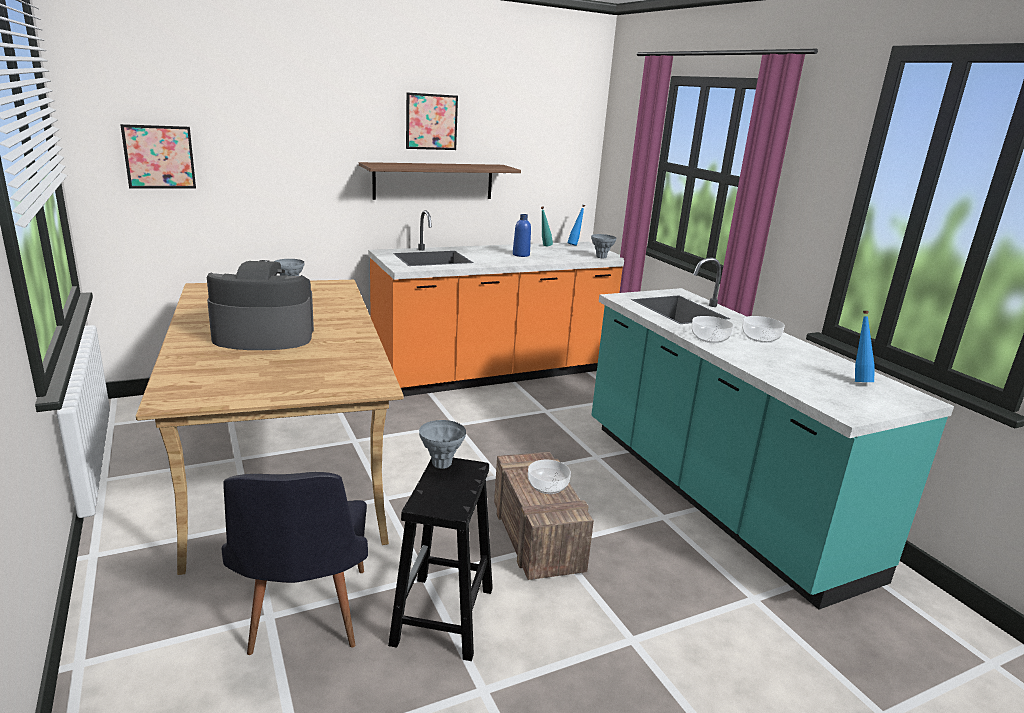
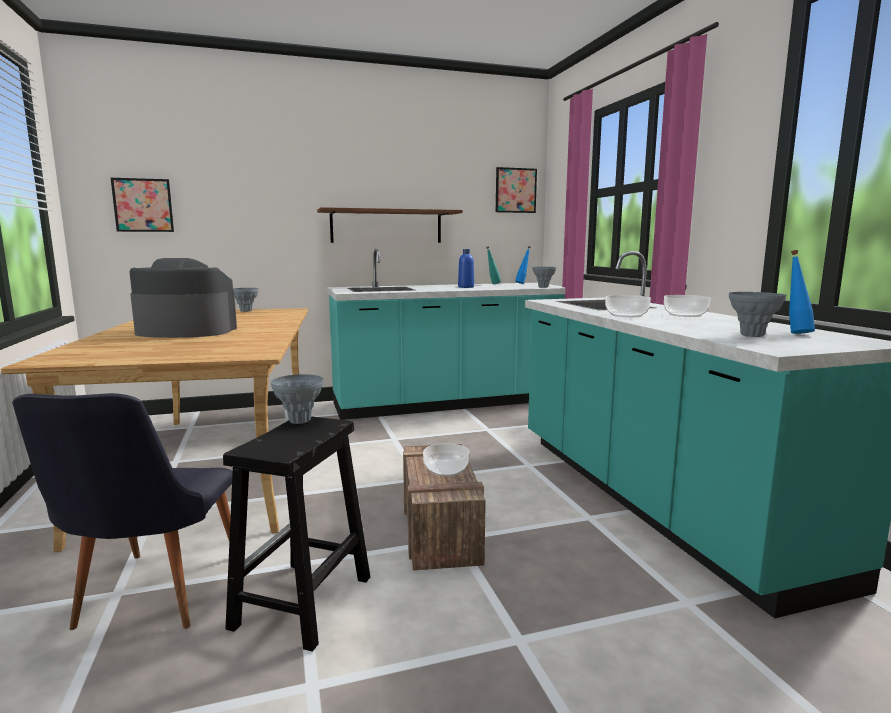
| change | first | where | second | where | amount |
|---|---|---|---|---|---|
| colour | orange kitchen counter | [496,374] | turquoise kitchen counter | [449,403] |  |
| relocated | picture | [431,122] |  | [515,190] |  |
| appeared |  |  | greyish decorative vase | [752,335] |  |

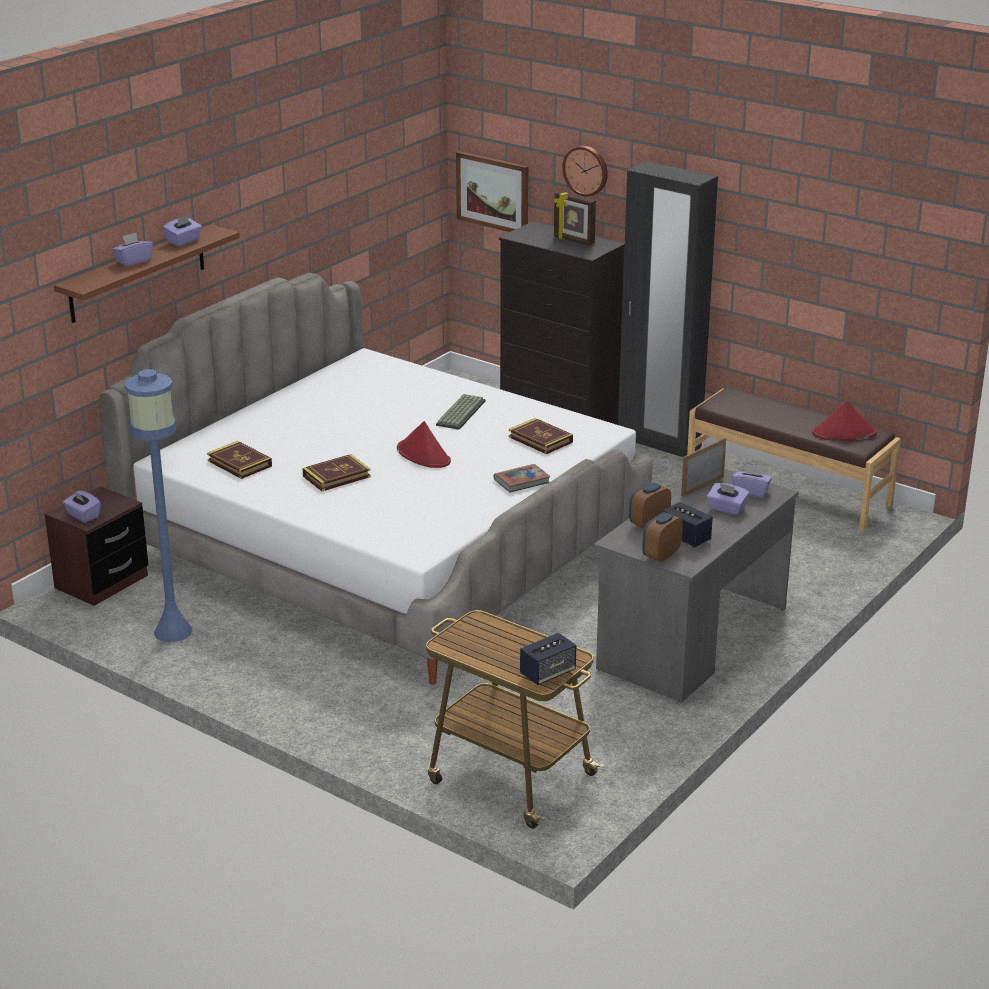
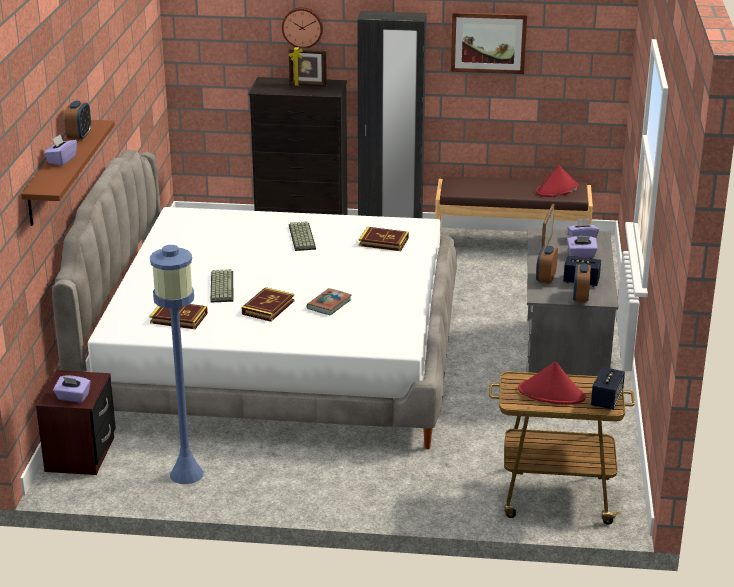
| change | first | where | second | where | amount |
|---|---|---|---|---|---|
| exchanged | purple-coloured tissue holder | [183,241] | table clock | [79,136] |  |
| relocated | reddish hat | [424,455] |  | [551,394] |  |
| relocated | picture | [493,192] |  | [488,42] |  |
| relocated | bound book | [521,481] |  | [329,304] |  |
| appeared |  |  | keyboard | [221,286] |  |

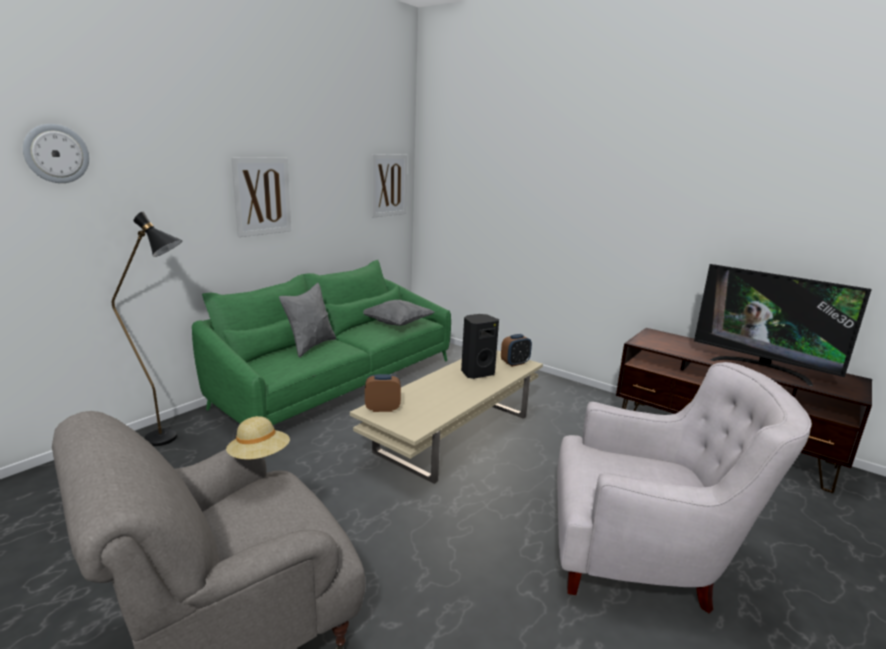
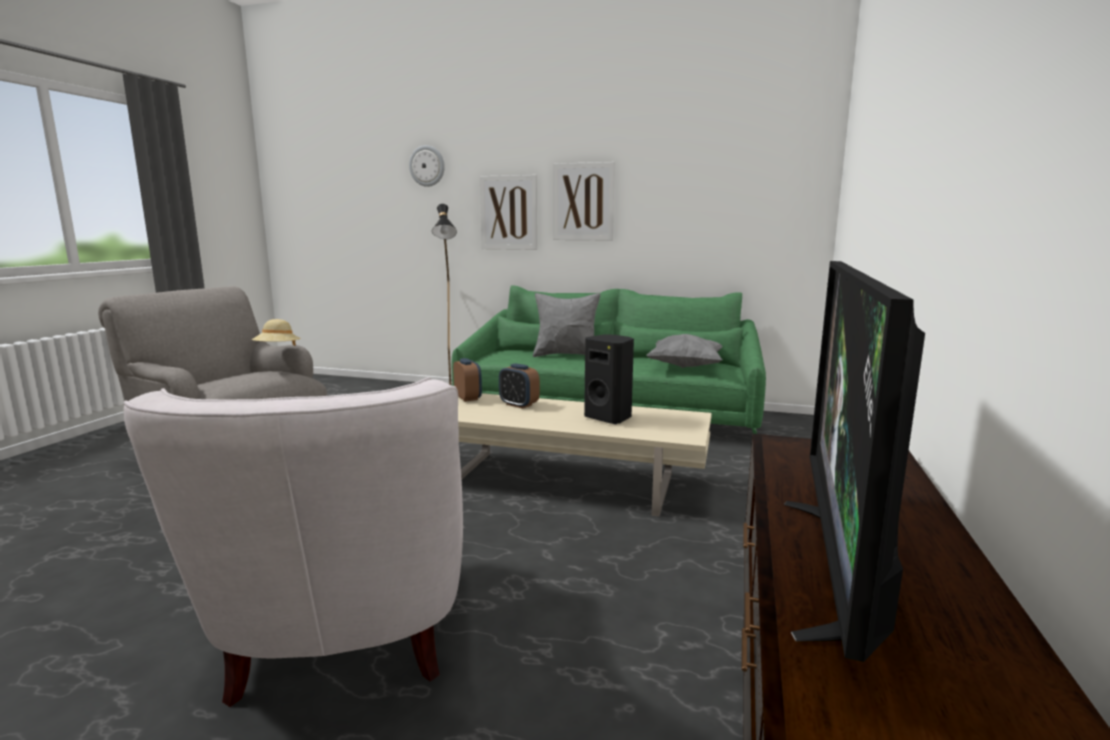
| change | first | where | second | where | amount |
|---|---|---|---|---|---|
| relocated | picture | [388,185] |  | [508,213] |  |
| relocated | table clock | [515,363] |  | [519,405] |  |

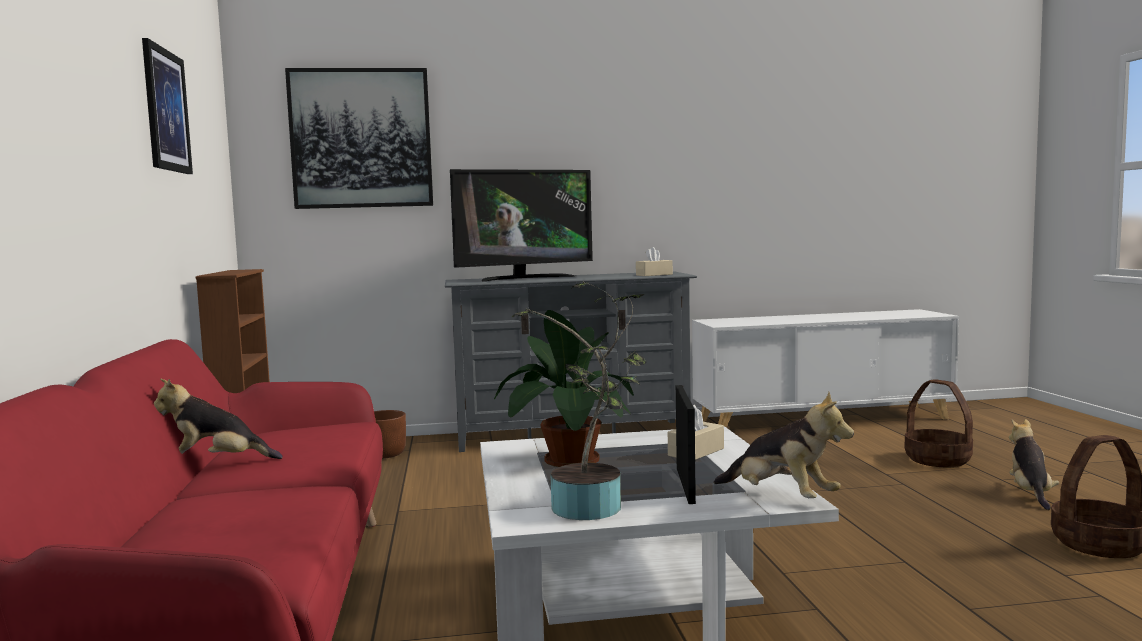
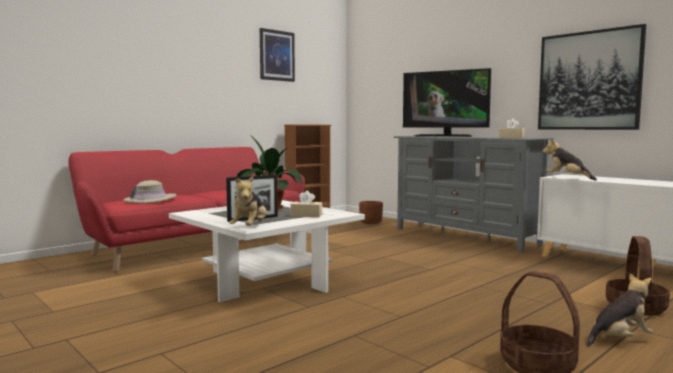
| change | first | where | second | where | amount |
|---|---|---|---|---|---|
| relocated | plush toy | [216,463] |  | [567,178] |  |
| relocated | picture | [361,138] |  | [588,81] |  |
| missing | houseplant | [592,509] |  |  |  |
| appeared |  |  | sand-coloured hat | [150,200] |  |

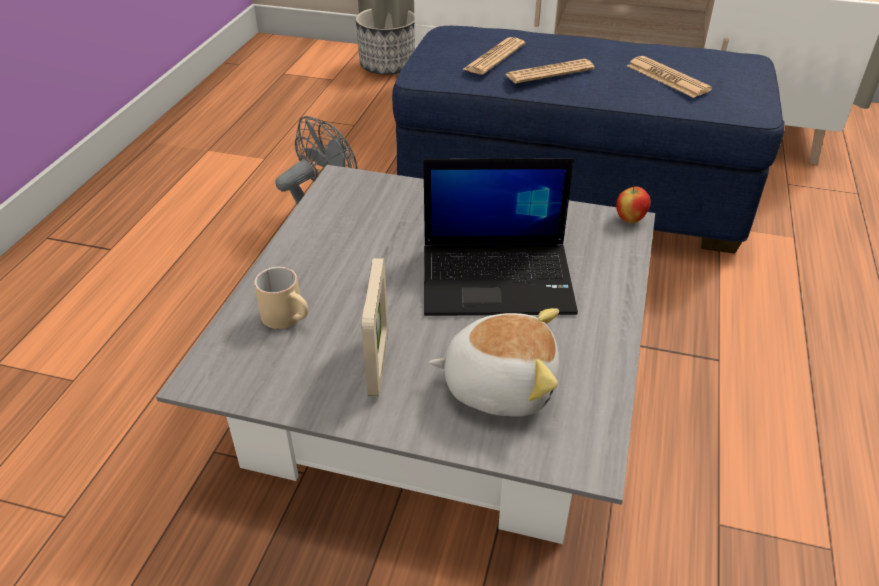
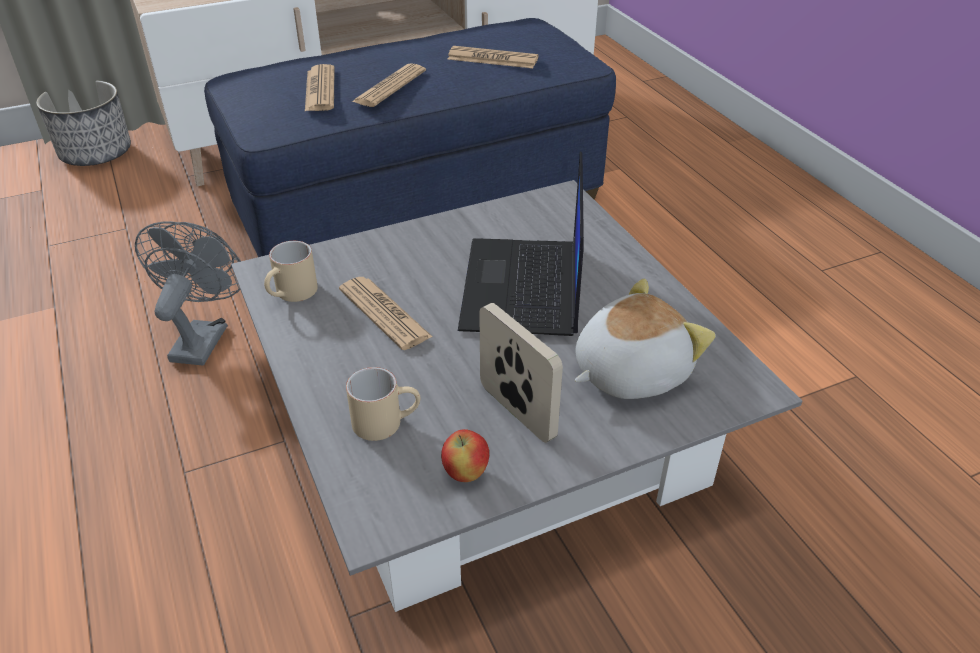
| change | first | where | second | where | amount |
|---|---|---|---|---|---|
| spun | notebook computer | [499,278] |  | [524,289] | 135 degrees clockwise |
| relocated | whole apple | [630,219] |  | [465,473] |  |
| appeared |  |  | sand-coloured mug | [292,294] |  |
| appeared |  |  | printed paper | [384,313] |  |

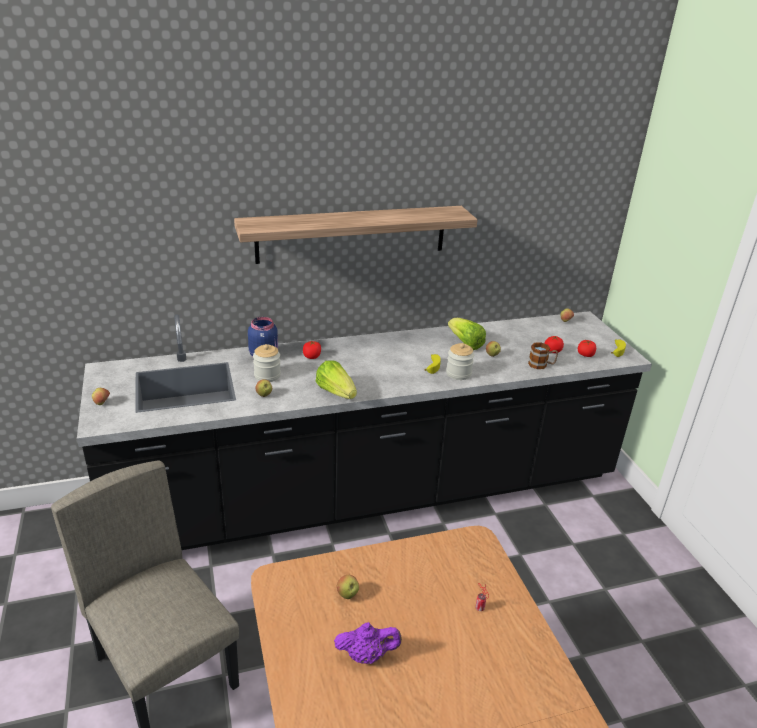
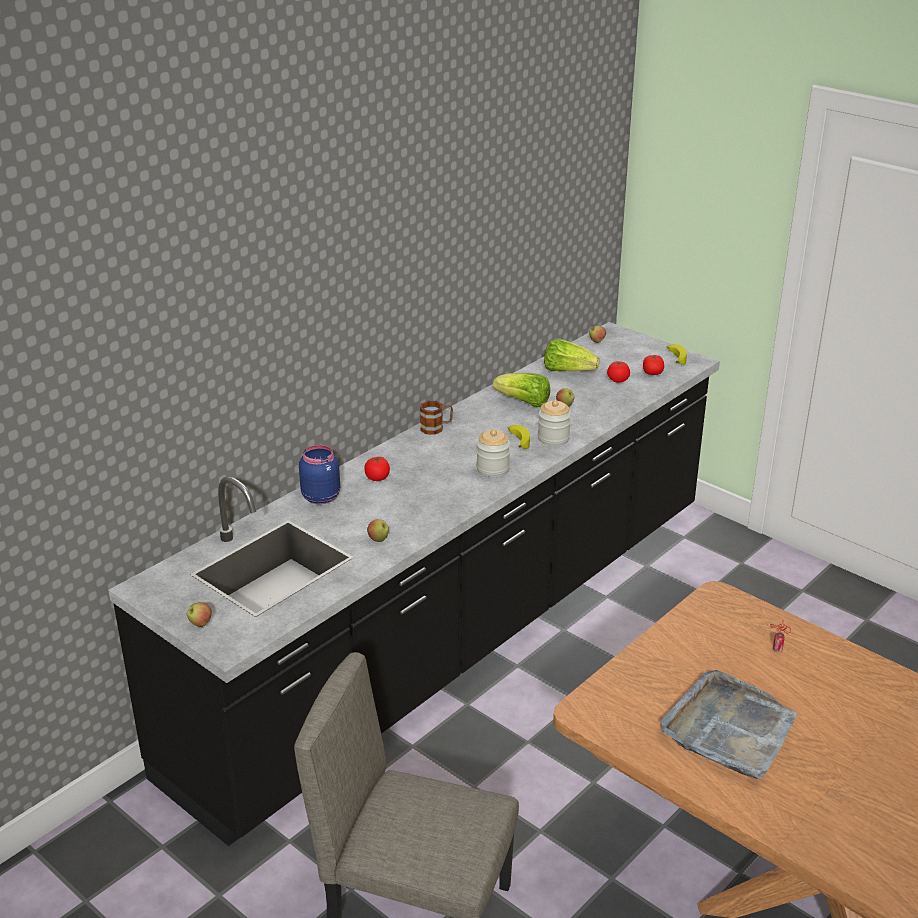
| change | first | where | second | where | amount |
|---|---|---|---|---|---|
| missing | bracket shelf | [352,234] |  |  |  |
| relocated | storage jar | [267,375] |  | [493,469] |  |
| relocated | head of lettuce | [336,392] |  | [567,371] |  |
| exchanged | purple-coloured teapot | [367,655] | greyish tray | [729,729] |  |
| missing | whole apple | [347,594] |  |  |  |
| relocated | mug | [541,365] |  | [436,428] |  |

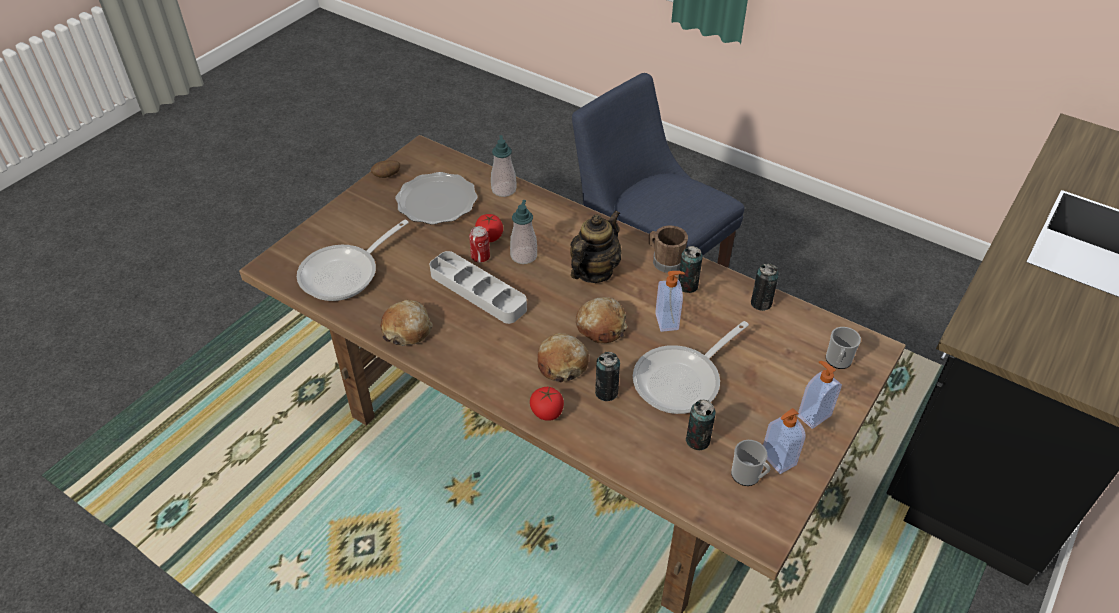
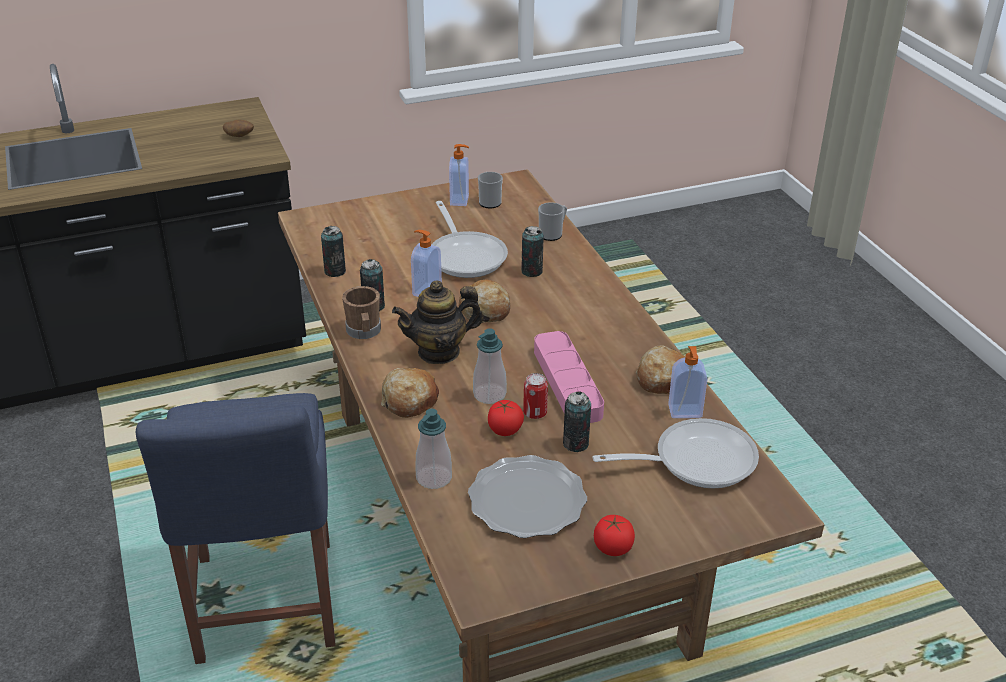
| change | first | where | second | where | amount |
|---|---|---|---|---|---|
| relocated | spud | [387,176] |  | [239,136] |  |
| colour | greyish tray | [478,291] | pink-coloured tray | [567,383] |  |
| relocated | fresh tomato | [547,412] |  | [613,547] |  |
| relocated | bread | [562,364] |  | [409,400] |  |
| spun | skillet | [682,380] |  | [466,255] | 75 degrees clockwise |
| relocated | sealed can | [697,440] |  | [575,444] |  |
| relocated | soap dispenser | [813,415] |  | [685,412] |  |
| relocated | mug | [838,361] |  | [552,234] |  |

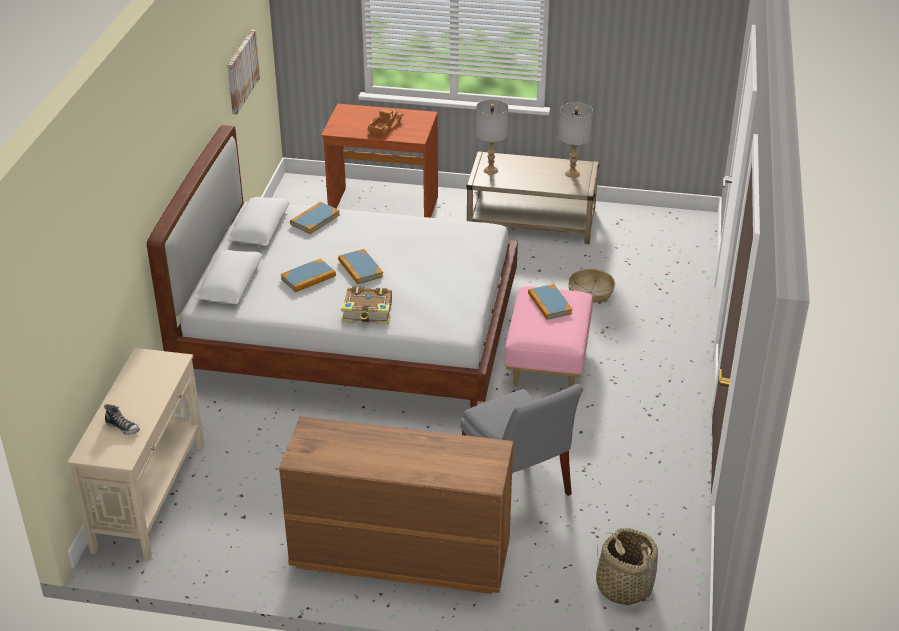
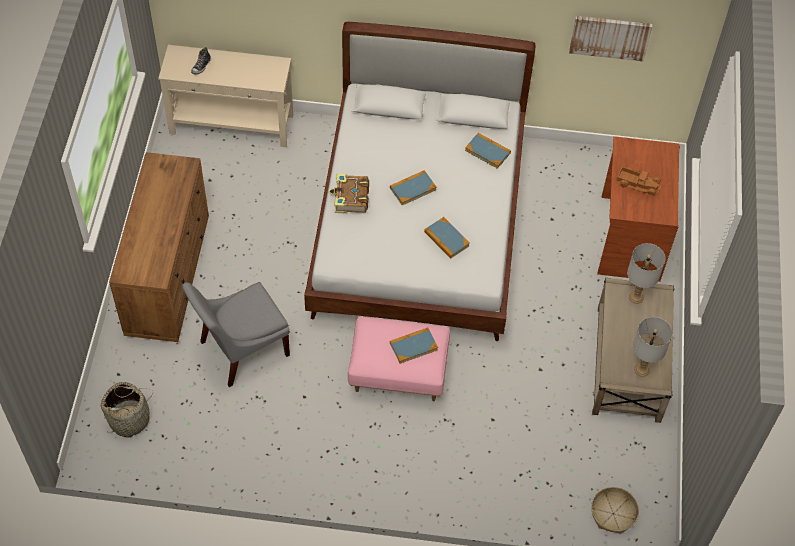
| change | first | where | second | where | amount |
|---|---|---|---|---|---|
| relocated | bound book | [308,277] |  | [446,239] |  |
| relocated | household basket | [591,292] |  | [613,514] |  |

